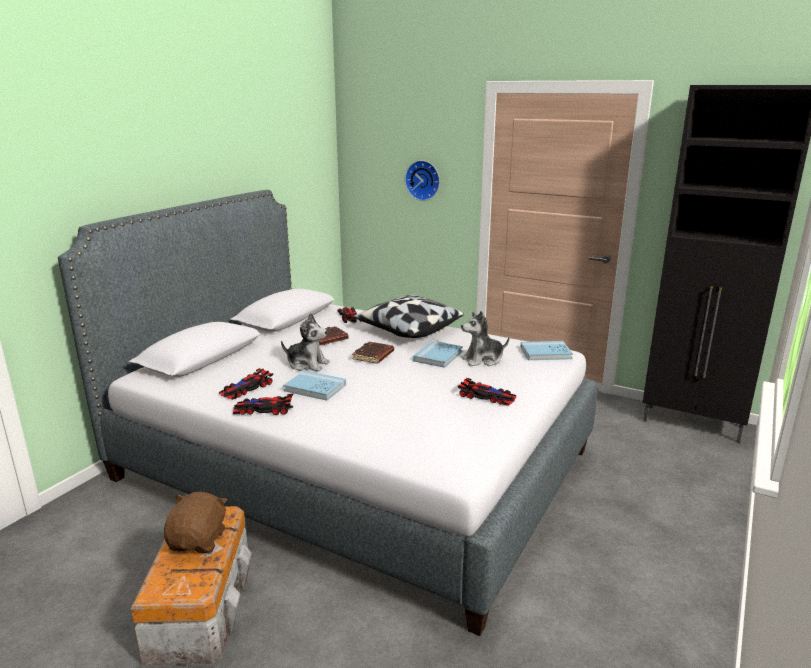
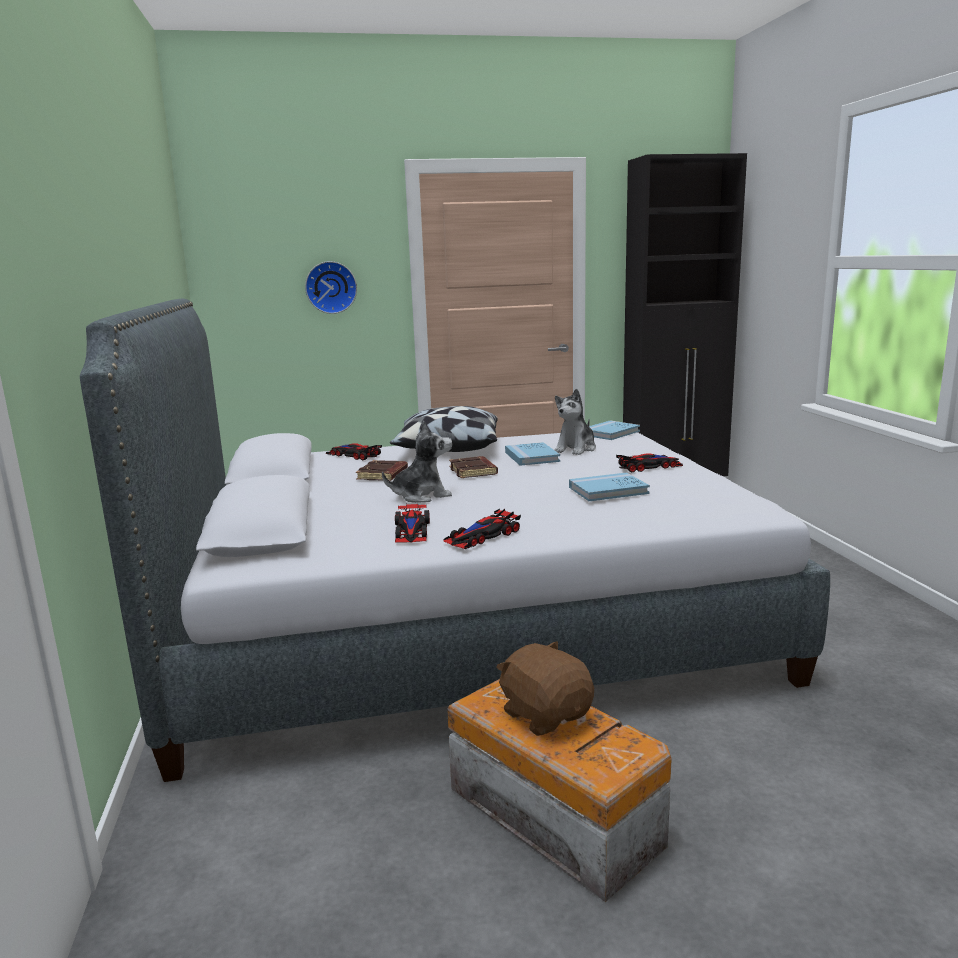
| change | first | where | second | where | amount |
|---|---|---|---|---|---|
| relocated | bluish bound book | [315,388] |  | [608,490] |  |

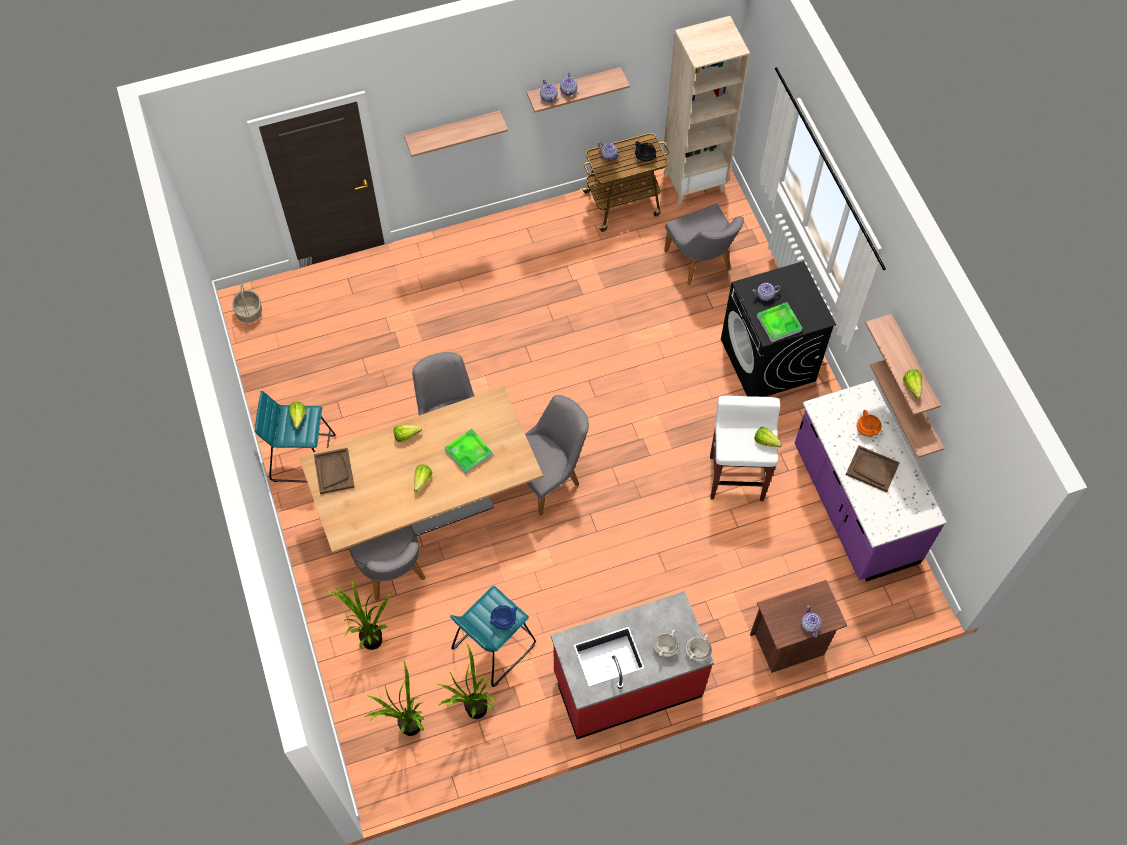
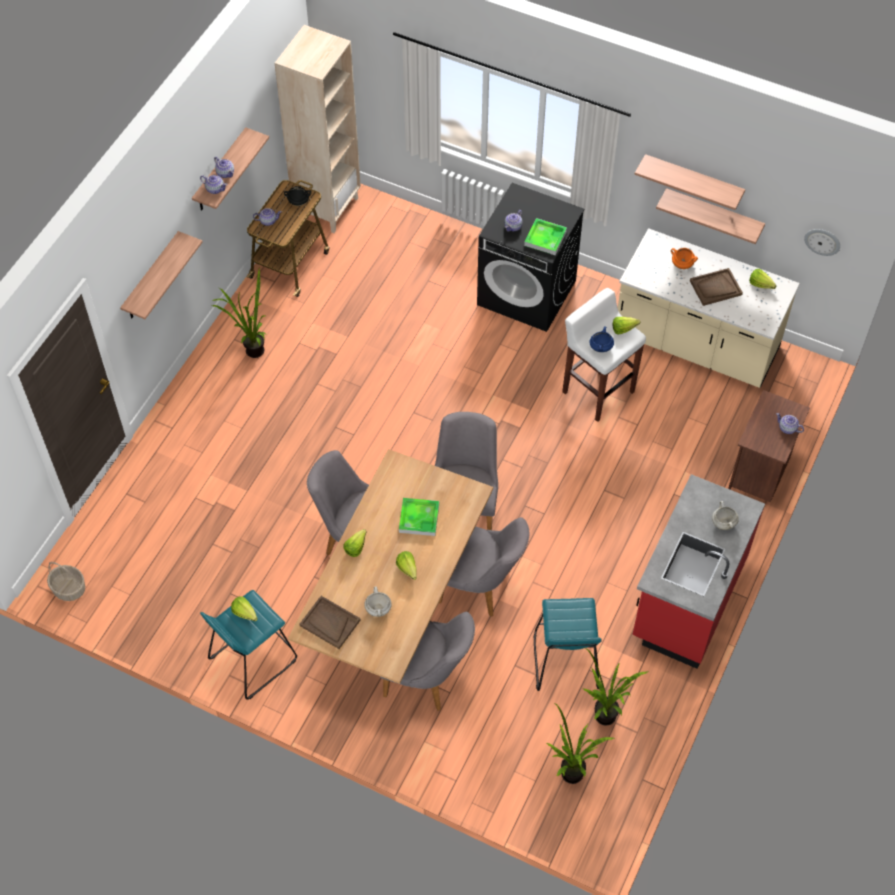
| change | first | where | second | where | amount |
|---|---|---|---|---|---|
| relocated | houseplant | [369,637] |  | [250,351] |  |
| relocated | bluish stockpot | [503,620] |  | [600,347] |  |
| relocated | greyish plain chair | [701,264] |  | [482,587] |  |
| relocated | whitish stockpot | [697,653] |  | [378,609] |  |
| colour | purple-coloured kitchen counter | [853,505] | sand-coloured kitchen counter | [695,344] |  |
| relocated | head of lettuce | [912,389] |  | [762,286] |  |
| appeared |  |  | hanging clock | [822,241] |  |

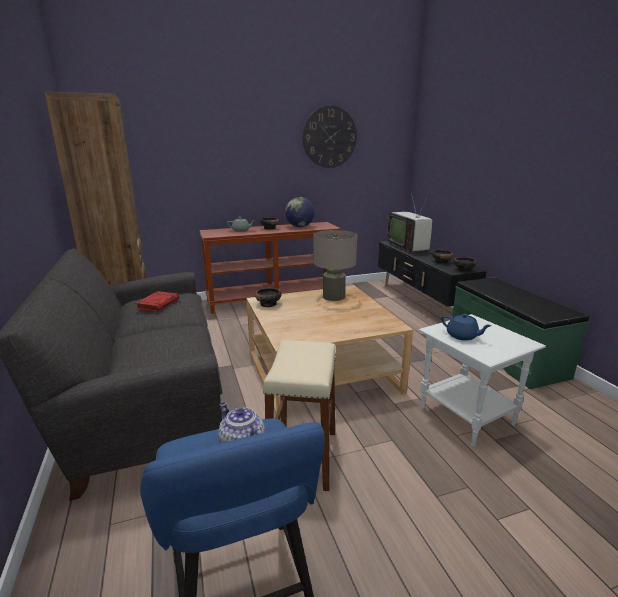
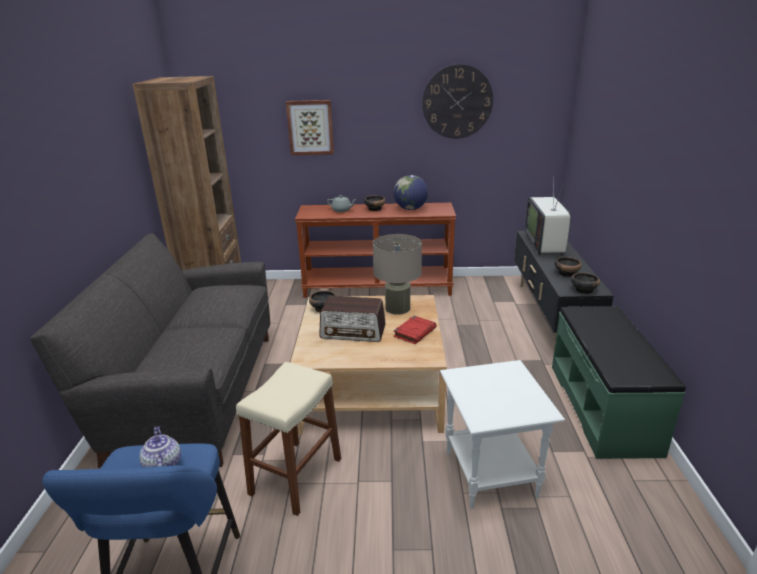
| change | first | where | second | where | amount |
|---|---|---|---|---|---|
| relocated | reddish bound book | [158,304] |  | [415,332] |  |
| missing | bluish teapot | [462,336] |  |  |  |
| appeared |  |  | picture | [310,127] |  |
| appeared |  |  | radio set | [353,332] |  |

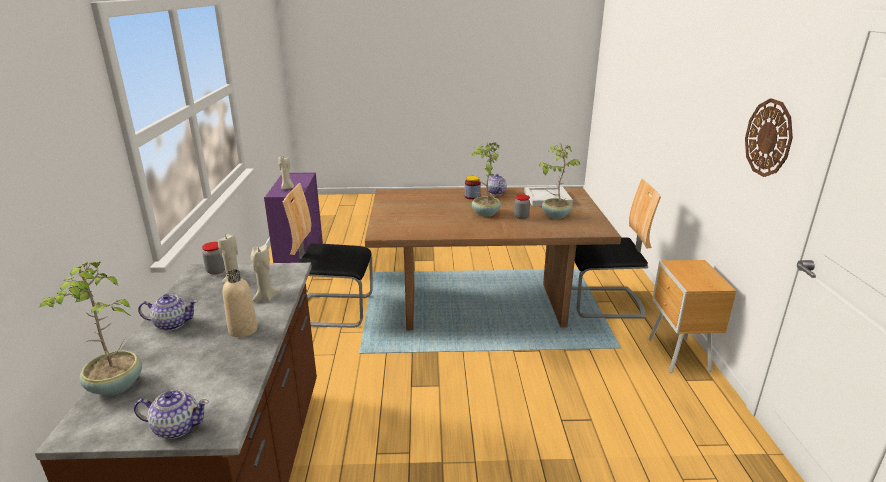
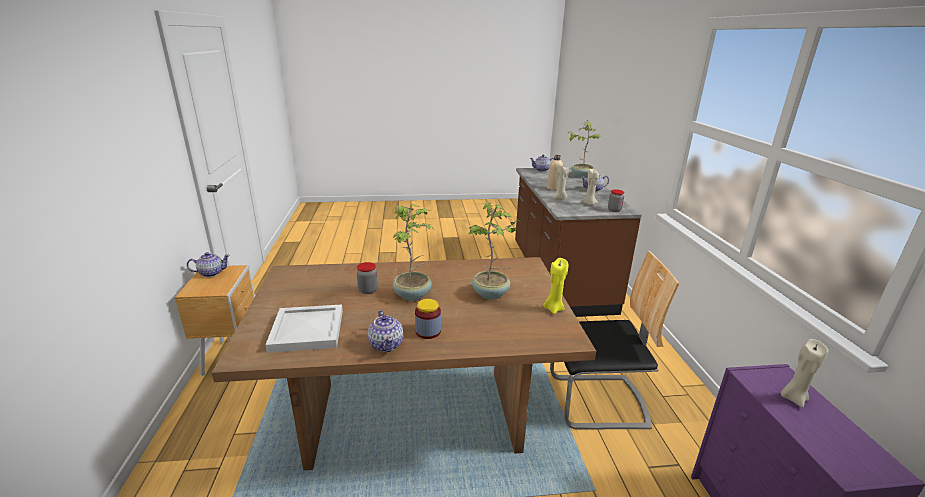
| change | first | where | second | where | amount |
|---|---|---|---|---|---|
| relocated | houseplant | [555,215] |  | [491,294] |  |
| missing | plain chair | [604,303] |  |  |  |
| missing | hanging clock | [768,138] |  |  |  |
| appeared |  |  | teapot | [211,273] |  |
| appeared |  |  | yellowish wax candle | [553,308] |  |

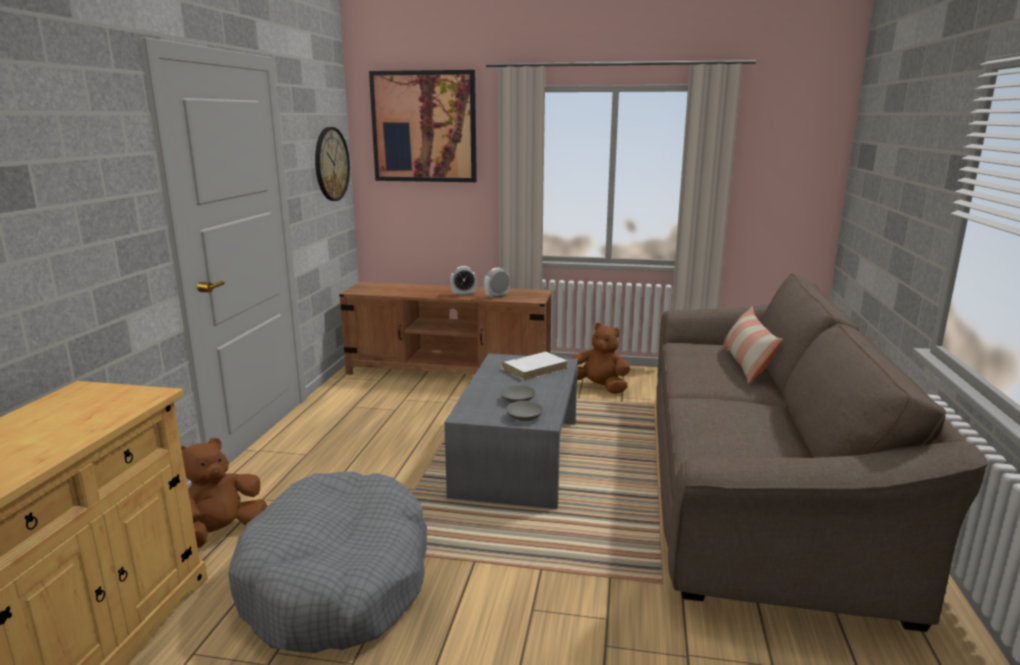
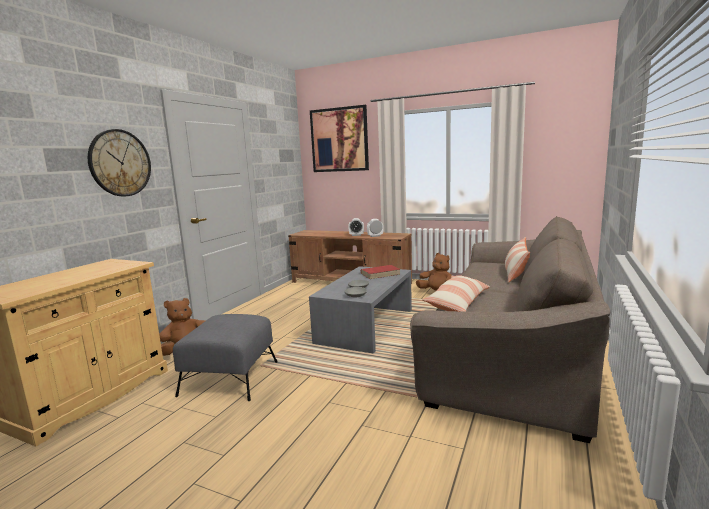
| change | first | where | second | where | amount |
|---|---|---|---|---|---|
| exchanged | greyish pet bed | [337,581] | greyish pouffe | [230,378] |  |
| relocated | hanging clock | [331,164] |  | [120,163] |  |
| colour | whitish bound book | [535,369] | reddish bound book | [380,274] |  |
| appeared |  |  | throw pillow | [458,303] |  |

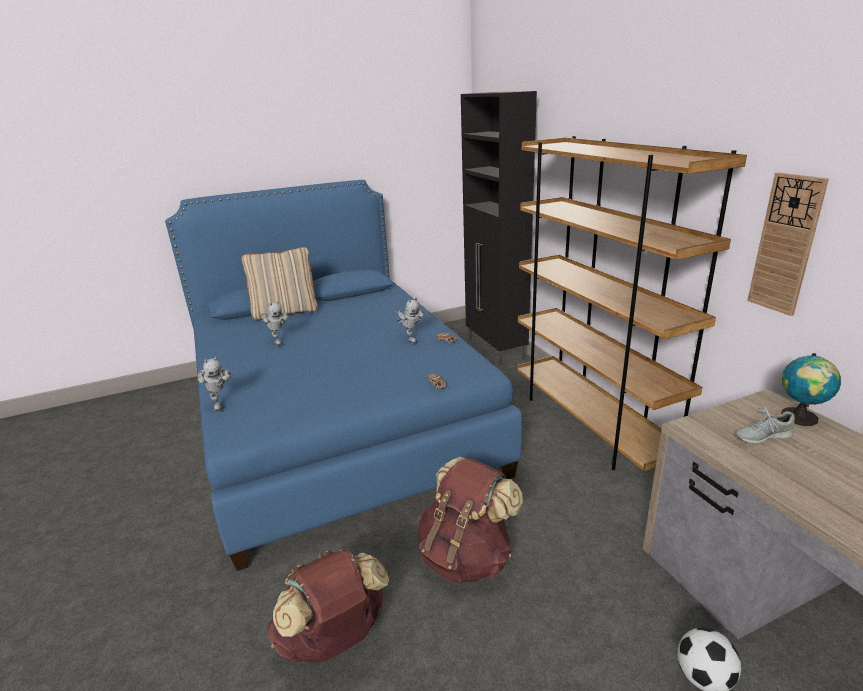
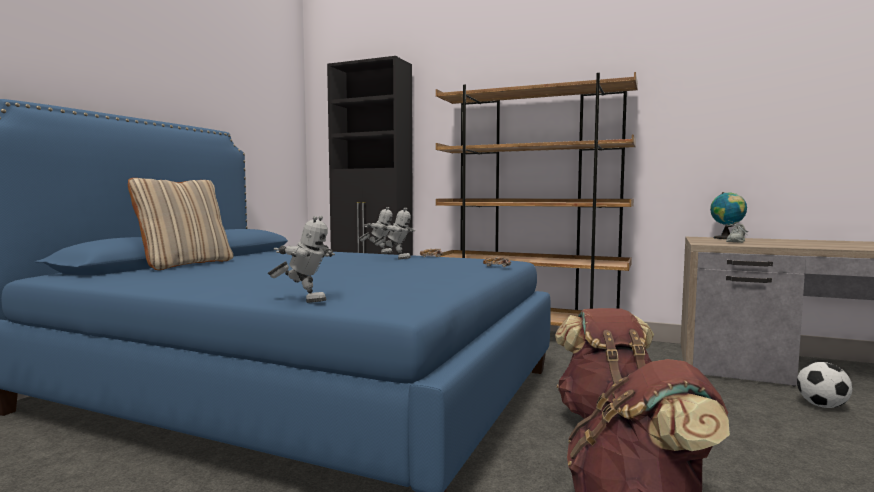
| change | first | where | second | where | amount |
|---|---|---|---|---|---|
| relocated | toy robot | [278,341] |  | [379,253] |  |
| missing | hanging clock | [785,244] |  |  |  |

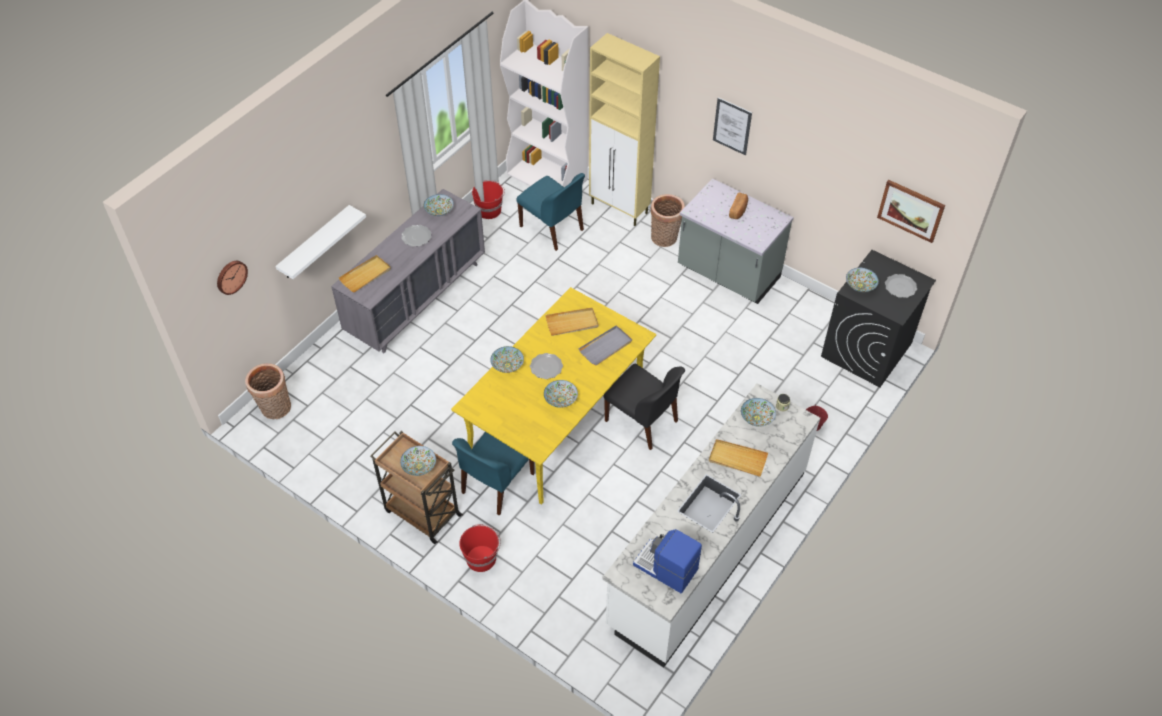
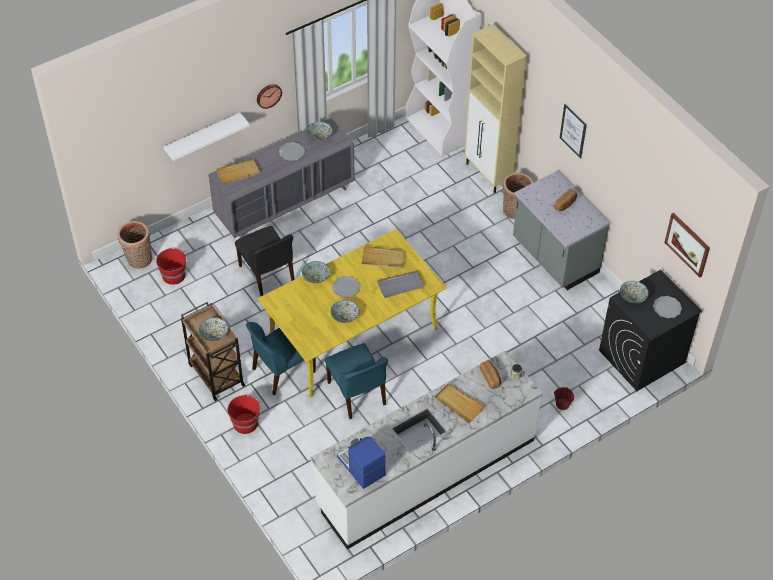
| change | first | where | second | where | amount |
|---|---|---|---|---|---|
| relocated | hanging clock | [231,276] |  | [268,95] |  |
| relocated | reddish bucket | [489,210] |  | [174,275] |  |
| relocated | bluish plain chair | [552,229] |  | [357,394] |  |
| relocated | blackish plain chair | [642,421] |  | [267,275] |  |
| exchanged | bowl | [757,418] | bread | [490,377] |  |

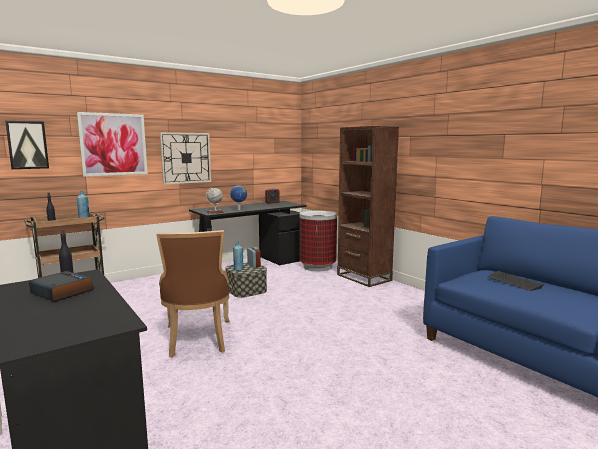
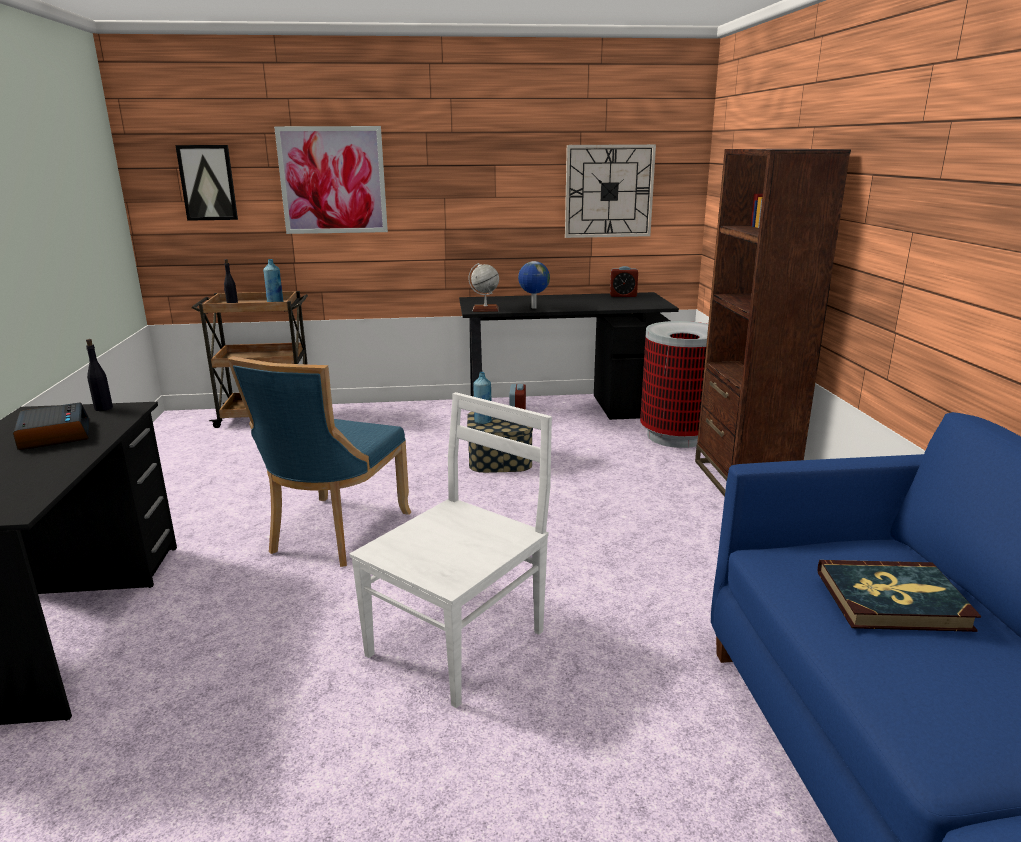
| change | first | where | second | where | amount |
|---|---|---|---|---|---|
| colour | brown plain chair | [198,340] | bluish plain chair | [334,533] |  |
| relocated | hanging clock | [186,158] |  | [609,191] |  |
| exchanged | keyboard | [513,282] | bound book | [892,600] |  |
| appeared |  |  | whitish plain chair | [459,641] |  |

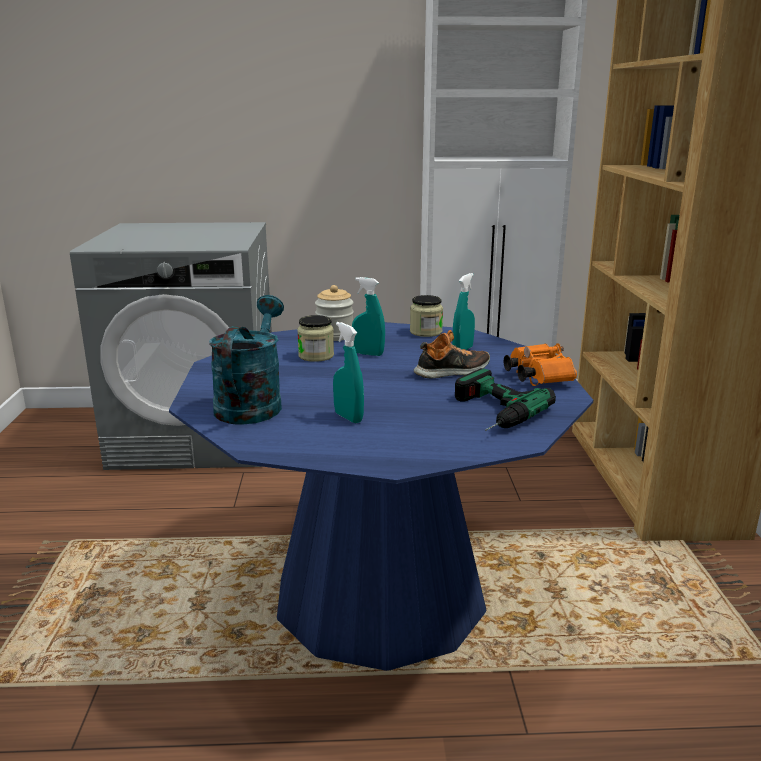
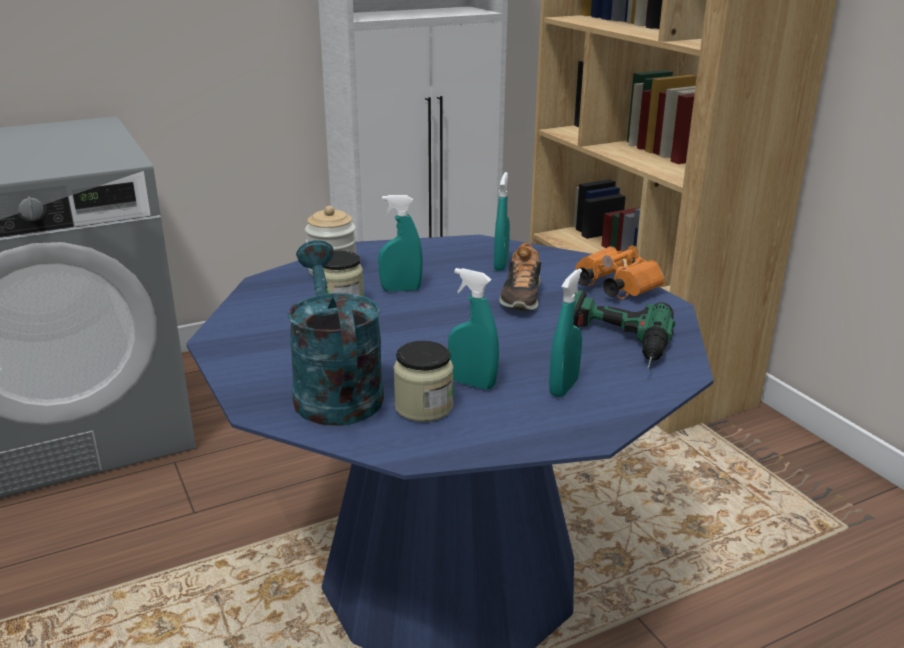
| change | first | where | second | where | amount |
|---|---|---|---|---|---|
| relocated | storage jar | [426,332] |  | [423,407] |  |
| spun | item of footwear | [453,371] |  | [521,296] | 150 degrees clockwise |
| appeared |  |  | turquoise spray bottle | [563,387] |  |

